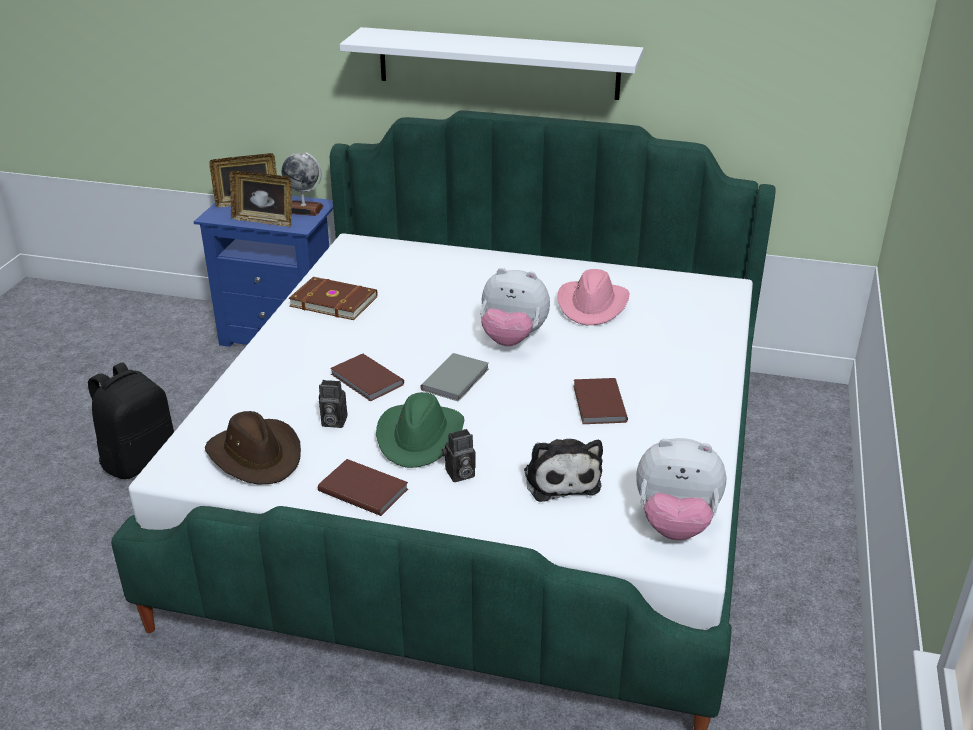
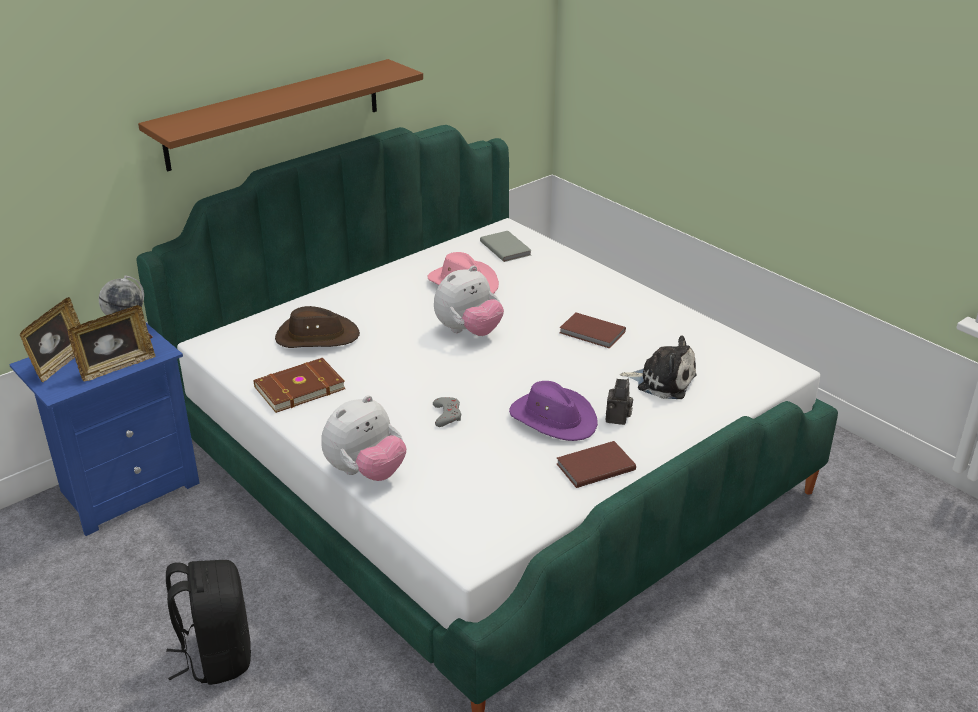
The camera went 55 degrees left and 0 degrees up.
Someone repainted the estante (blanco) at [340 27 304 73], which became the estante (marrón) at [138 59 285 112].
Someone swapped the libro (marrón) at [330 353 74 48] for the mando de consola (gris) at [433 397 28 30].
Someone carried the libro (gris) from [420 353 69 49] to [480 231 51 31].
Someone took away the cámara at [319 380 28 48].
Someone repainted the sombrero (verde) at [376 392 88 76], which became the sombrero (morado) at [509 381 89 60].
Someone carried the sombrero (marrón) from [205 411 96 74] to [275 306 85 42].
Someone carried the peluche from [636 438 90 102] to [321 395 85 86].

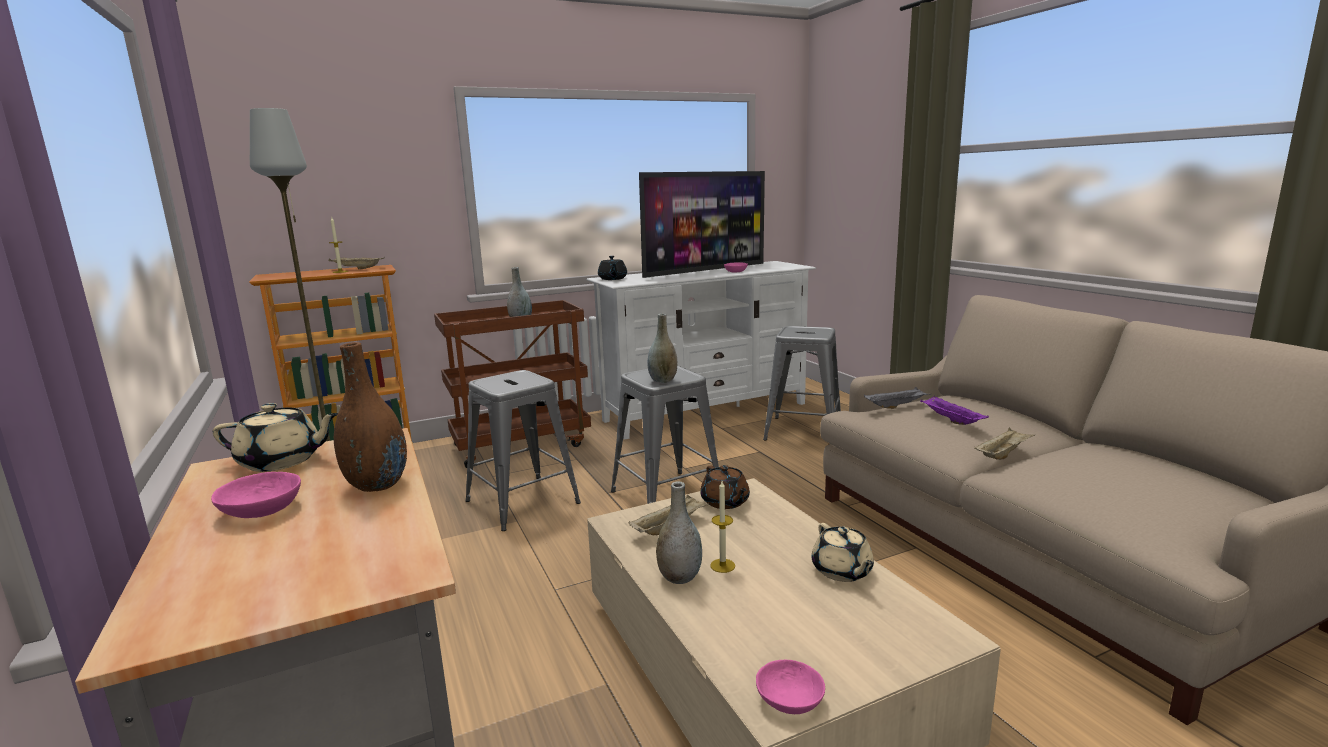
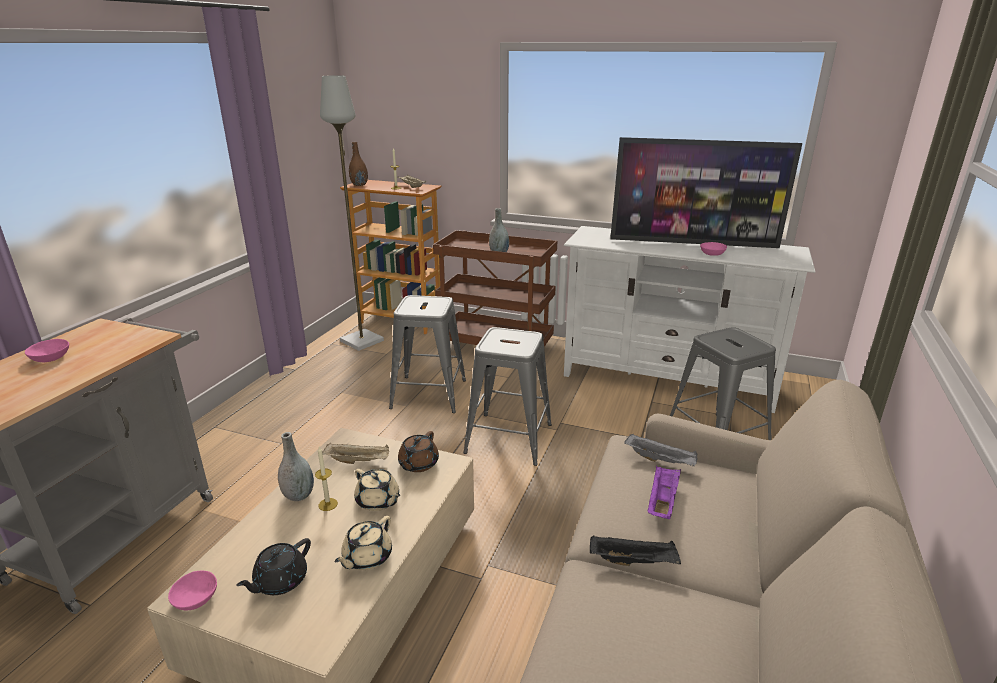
The camera went 45 degrees right and 10 degrees up.
Someone carried the tetera (negro) from [598 256 29 24] to [236 538 75 57].
Someone took away the florero (gris) at [647 314 30 69].
Someone carried the florero (marrón) from [334 342 73 150] to [349 142 19 44].
Someone carried the tetera (beis) from [213 403 125 69] to [354 469 46 42].
Someone repainted the bandeja (beis) at [974 427 61 33], which became the bandeja (negro) at [590 535 91 31].

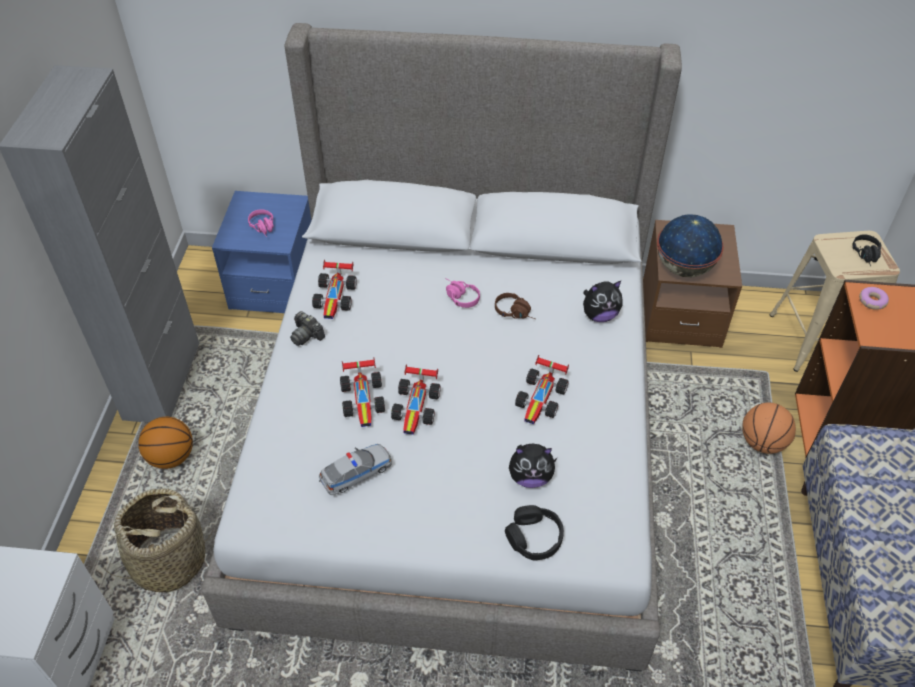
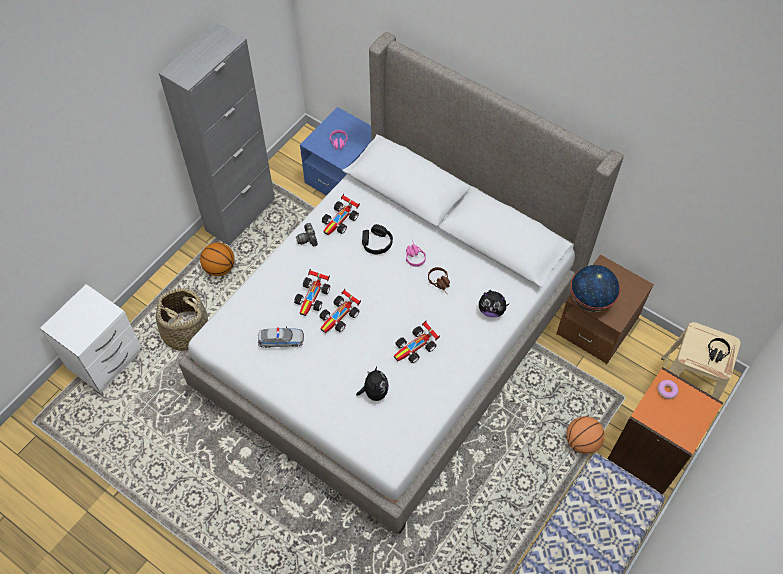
The camera went 30 degrees right and 10 degrees up.
Someone rotated the peluche at [509 444 48 44] by 120 degrees counterclockwise.
Someone carried the auriculares (negro) from [505 505 59 55] to [362 224 31 30].

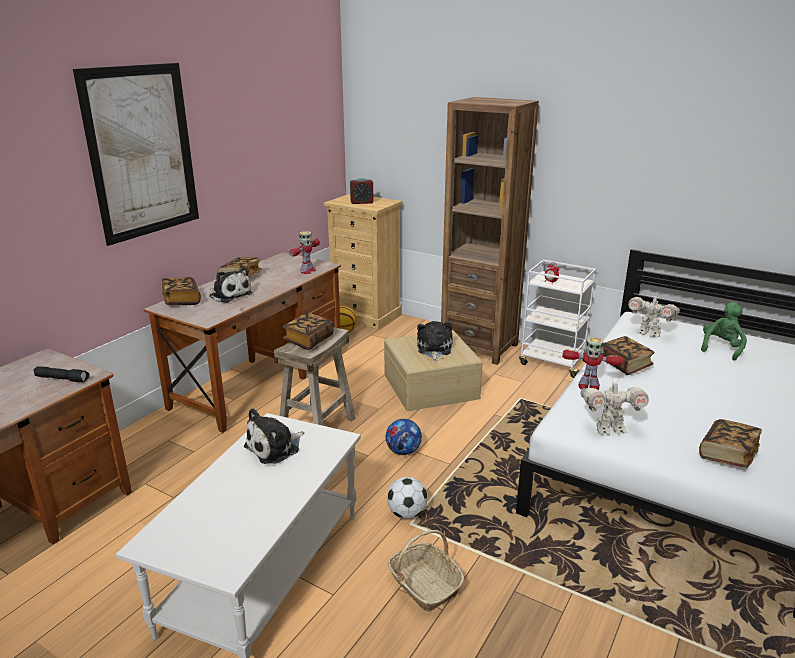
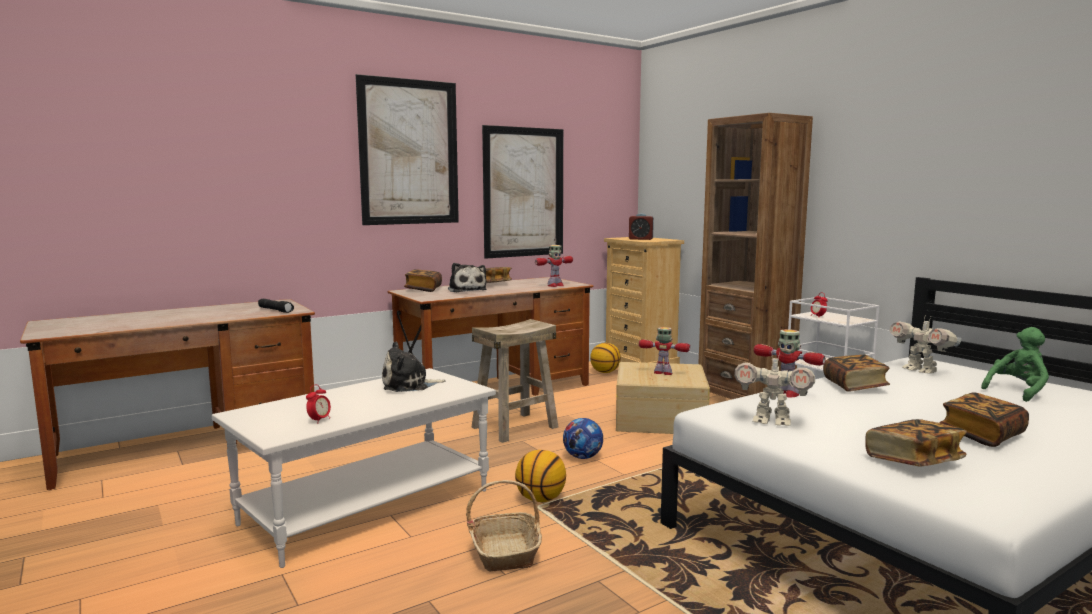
The camera went 25 degrees right and 15 degrees down.
Someone carried the libro from [283 313 51 37] to [939 392 90 55].
Someone swapped the peluche at [417 321 36 40] for the robot de juguete at [639 327 51 48].
Someone swapped the balón de fútbol at [386 477 42 42] for the balón de baloncesto at [515 450 51 52].
Someone put up the cuadro at [482 125 81 134].
Someone put down the despertador at [306 385 25 36].

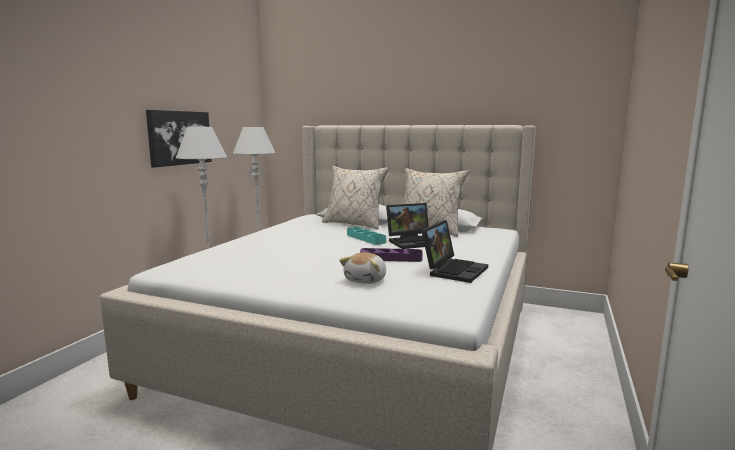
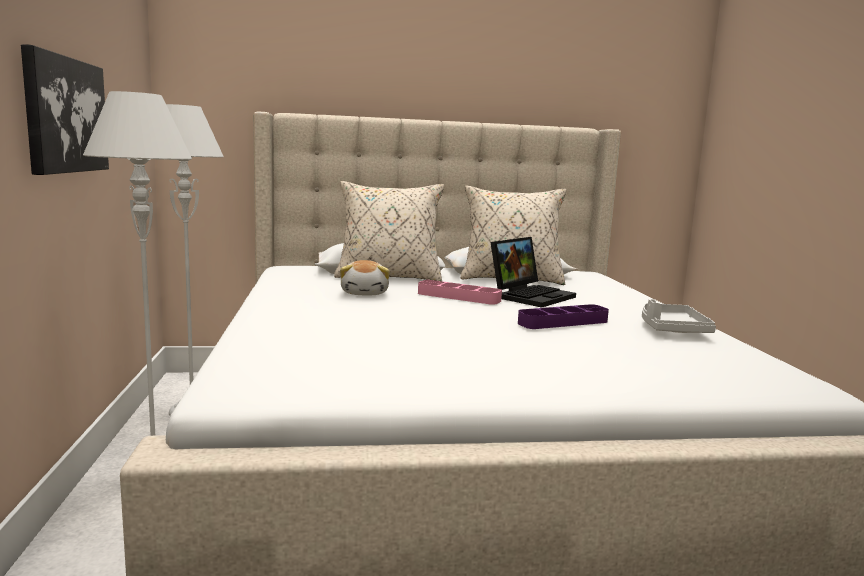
The camera went 30 degrees left and 0 degrees up.
Someone swapped the portátil at [421 220 67 63] for the bandeja (gris) at [642 299 74 34].
Someone repainted the bandeja (turquesa) at [347 227 39 18], which became the bandeja (rosa) at [418 280 84 25].
Someone carried the peluche from [339 252 47 32] to [340 260 50 35].

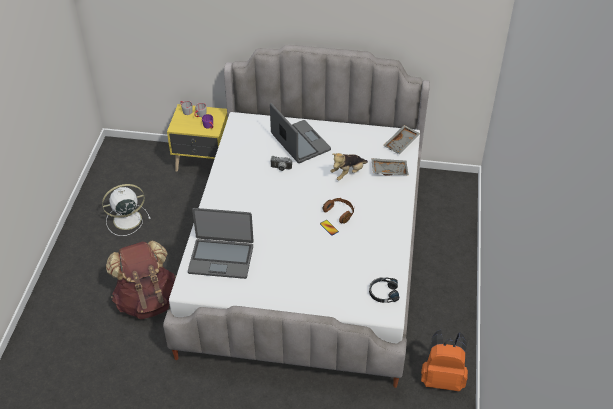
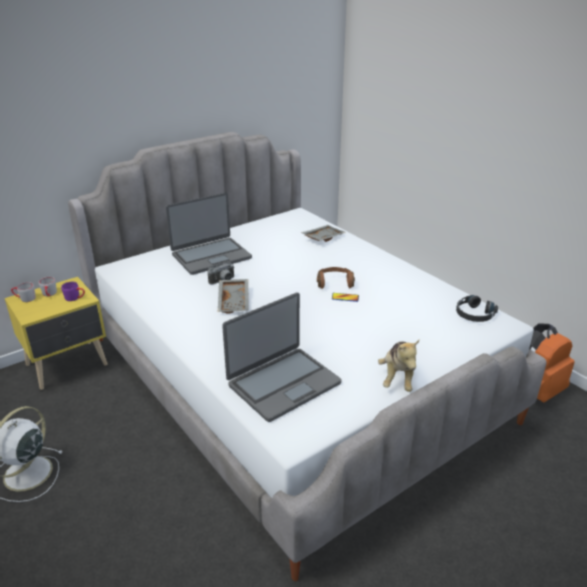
The camera went 45 degrees left and 15 degrees down.
Someone rotated the portátil at [270 103 61 60] by 135 degrees clockwise.
Someone carried the bandeja (gris) from [383 125 38 29] to [218 279 31 34].
Someone carried the peluche from [330 153 38 28] to [378 340 41 52].
Someone took away the mochila (marrón) at [106 241 70 78].

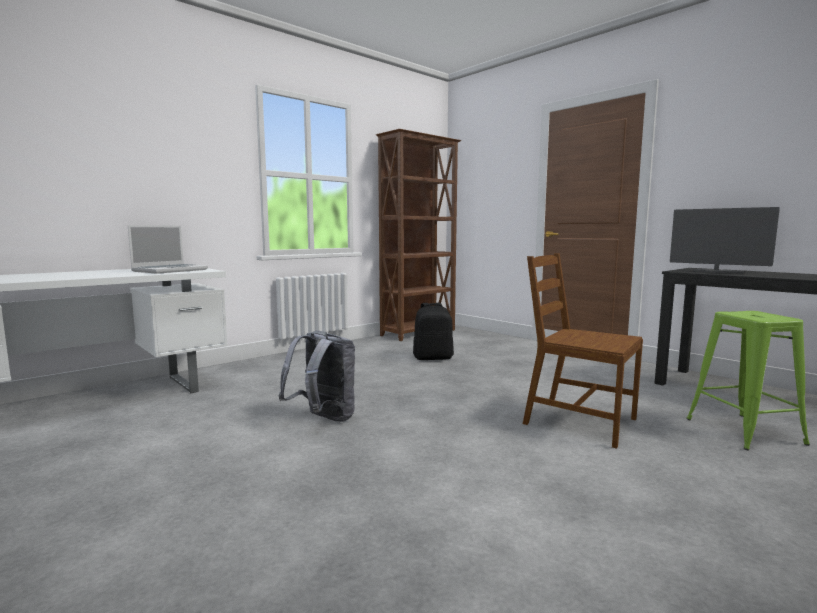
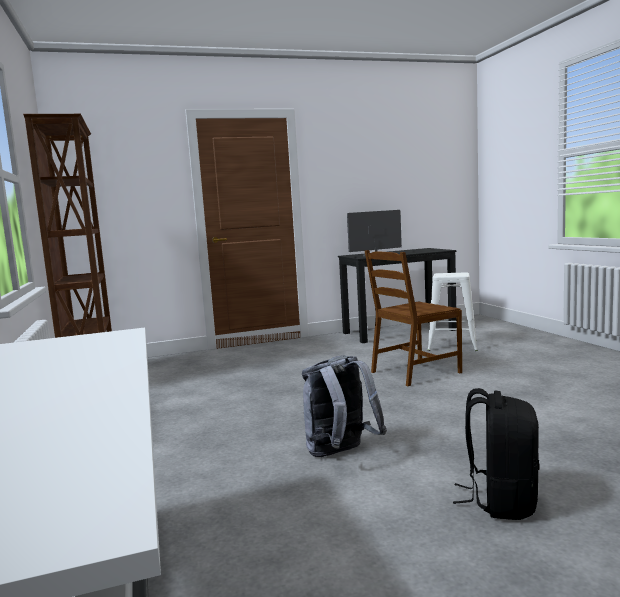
The camera went 65 degrees left and 0 degrees up.
Someone took away the portátil at [128 225 80 49].
Someone carried the mochila (negro) from [413 303 41 57] to [453 388 86 132].
Someone repainted the taburete (verde) at [686 311 124 140], which became the taburete (blanco) at [428 272 50 79].

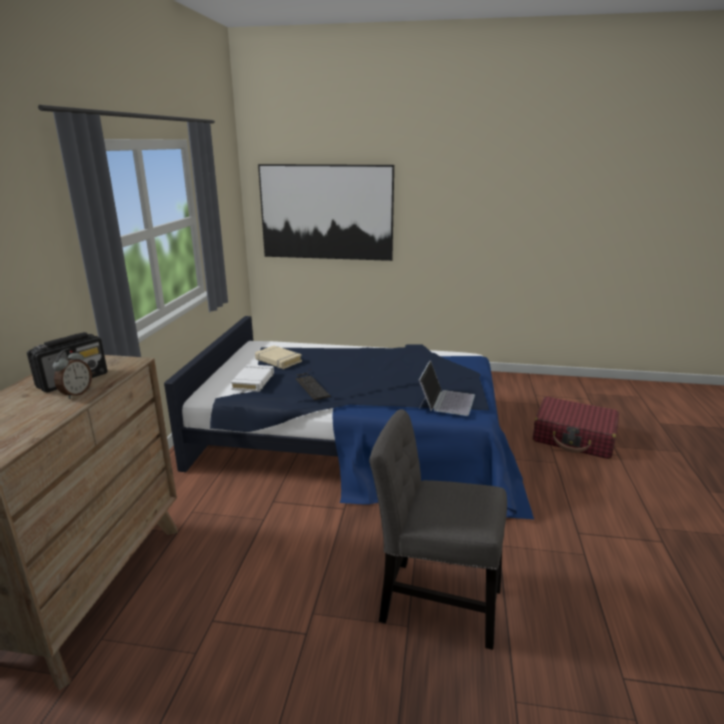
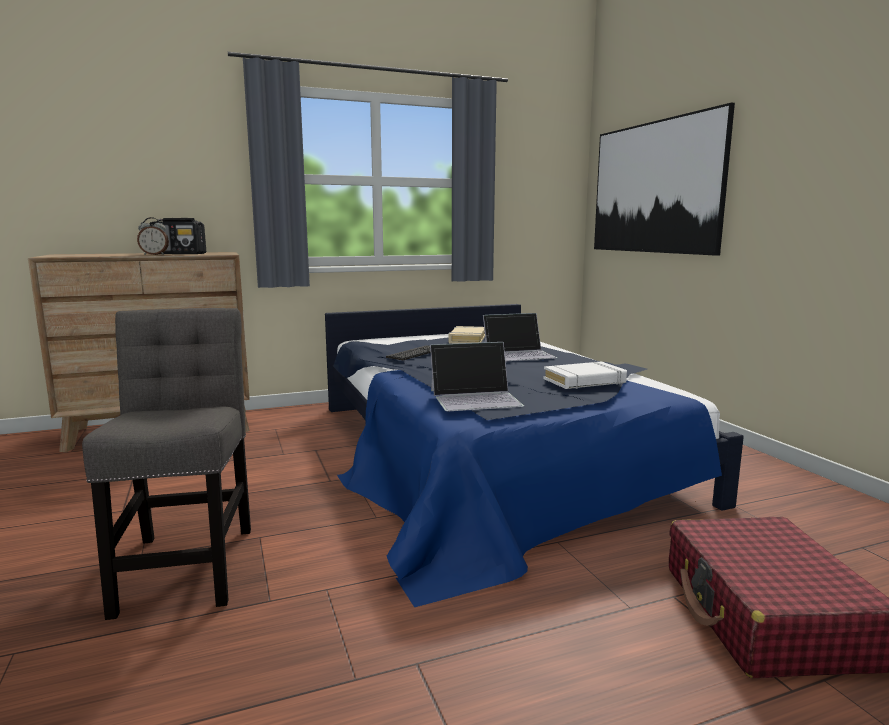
The camera went 60 degrees right and 10 degrees down.
Someone carried the libro (blanco) from [231 364 43 28] to [544 361 83 28].
Someone put down the portátil at [483 313 75 49].

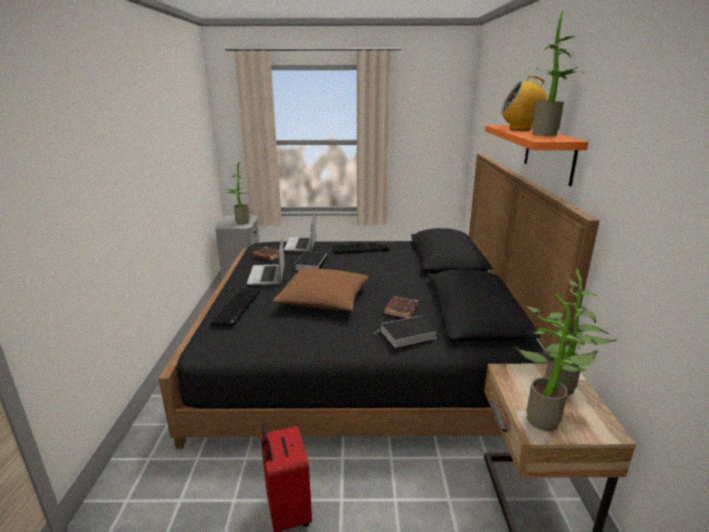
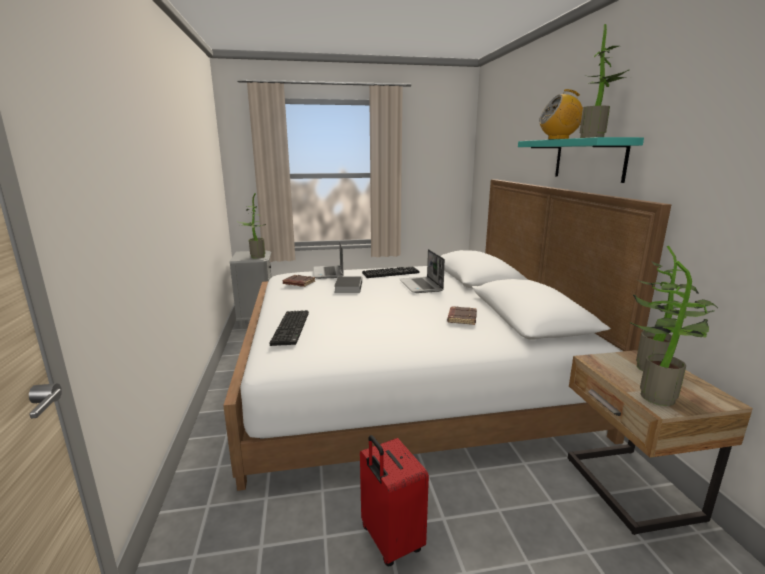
The camera went 10 degrees left and 5 degrees down.
Someone repainted the estante (naranja) at [485 125 104 61], which became the estante (turquesa) at [518 137 126 46].
Someone repainted the cama (negro) at [158 154 442 295], which became the cama (blanco) at [223 179 448 312].
Someone carried the portátil from [247 237 38 48] to [400 249 45 44].
Someone took away the cojín (marrón) at [273 269 96 42].
Someone took away the libro at [373 316 64 32].

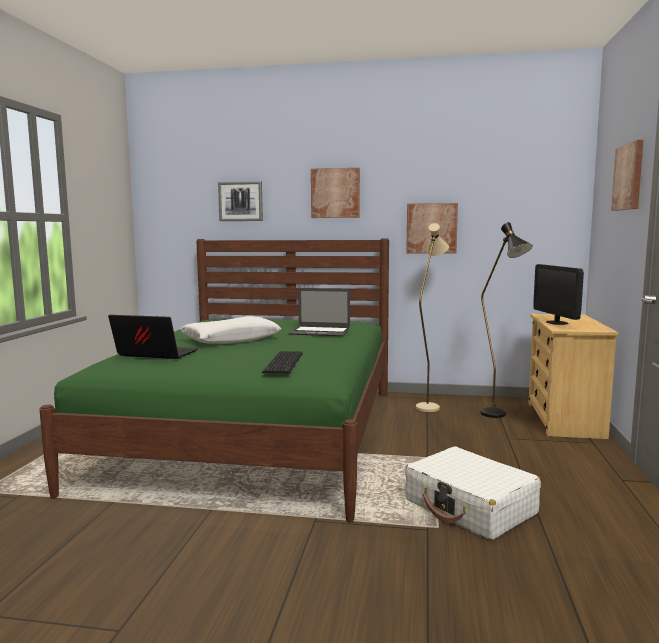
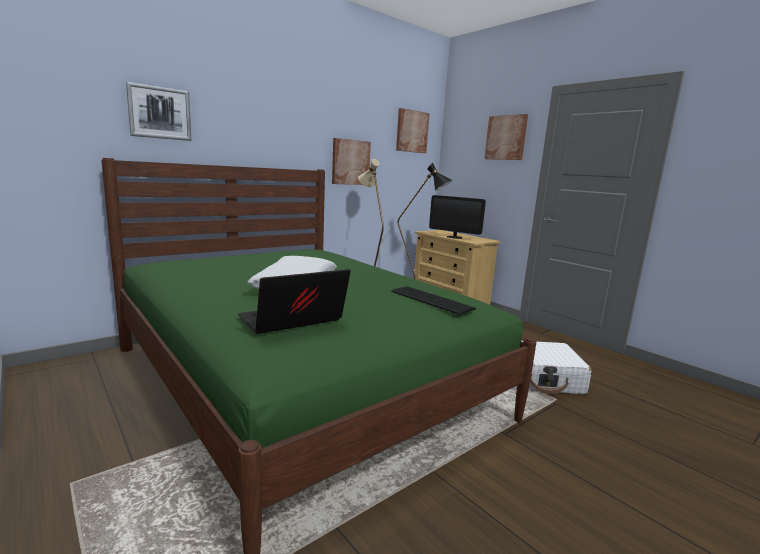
The camera went 50 degrees left and 5 degrees up.
Someone carried the cuadro from [311 168 49 50] to [396 108 34 45].
Someone took away the portátil at [289 288 61 48].

